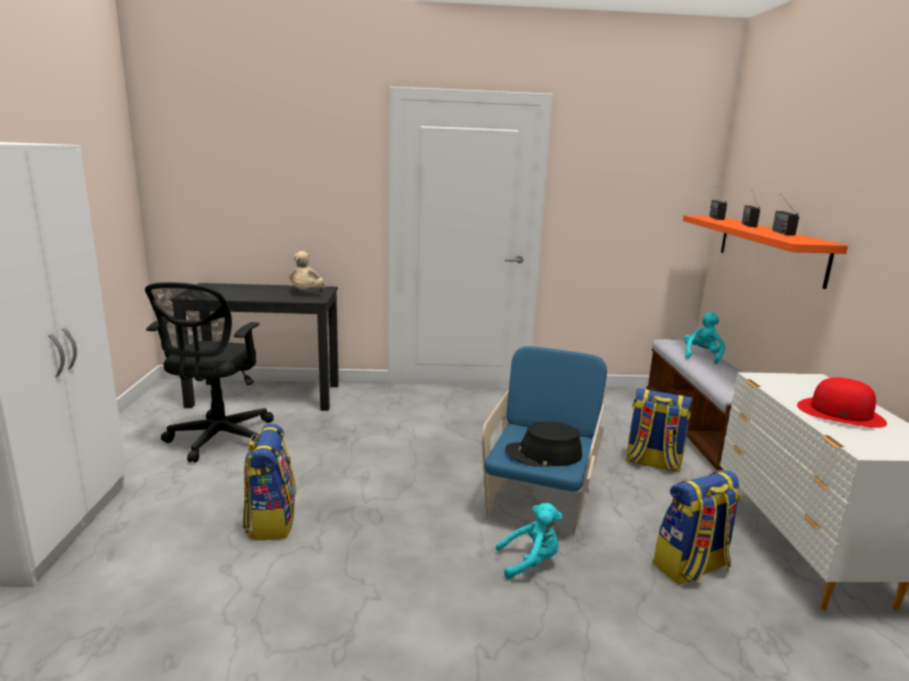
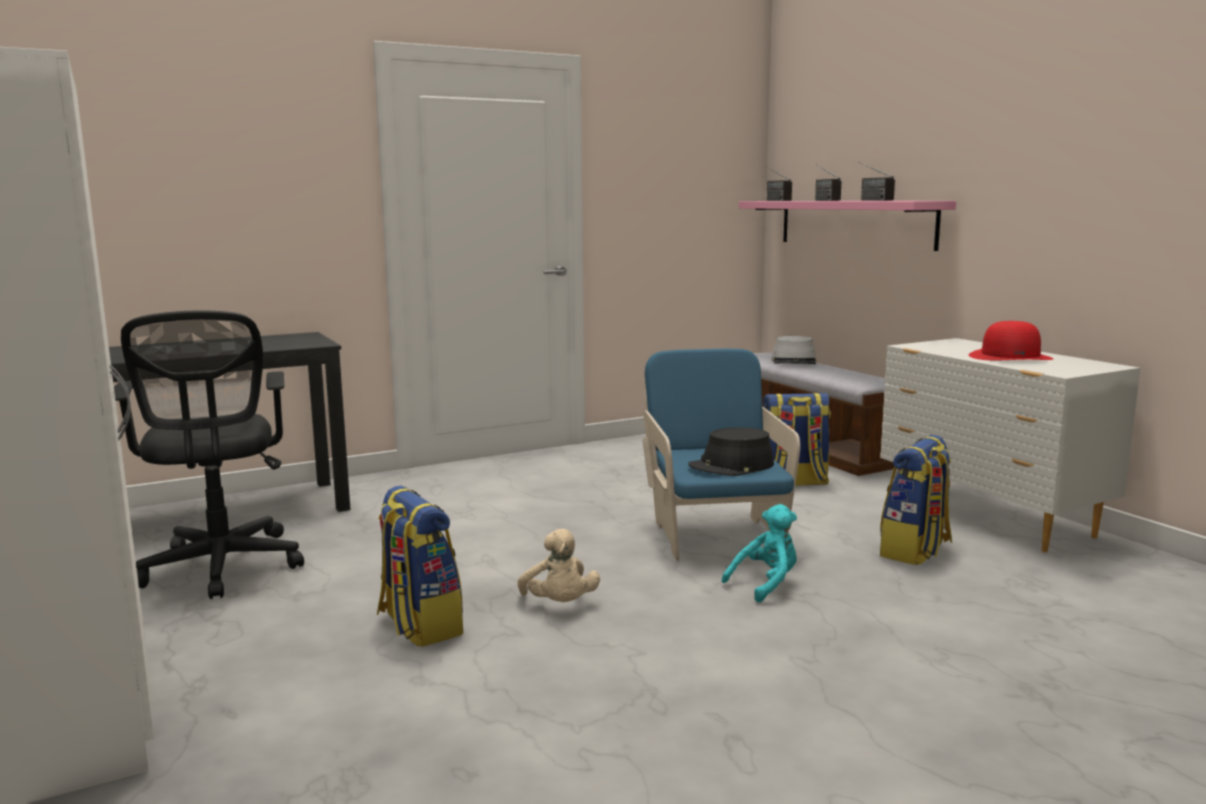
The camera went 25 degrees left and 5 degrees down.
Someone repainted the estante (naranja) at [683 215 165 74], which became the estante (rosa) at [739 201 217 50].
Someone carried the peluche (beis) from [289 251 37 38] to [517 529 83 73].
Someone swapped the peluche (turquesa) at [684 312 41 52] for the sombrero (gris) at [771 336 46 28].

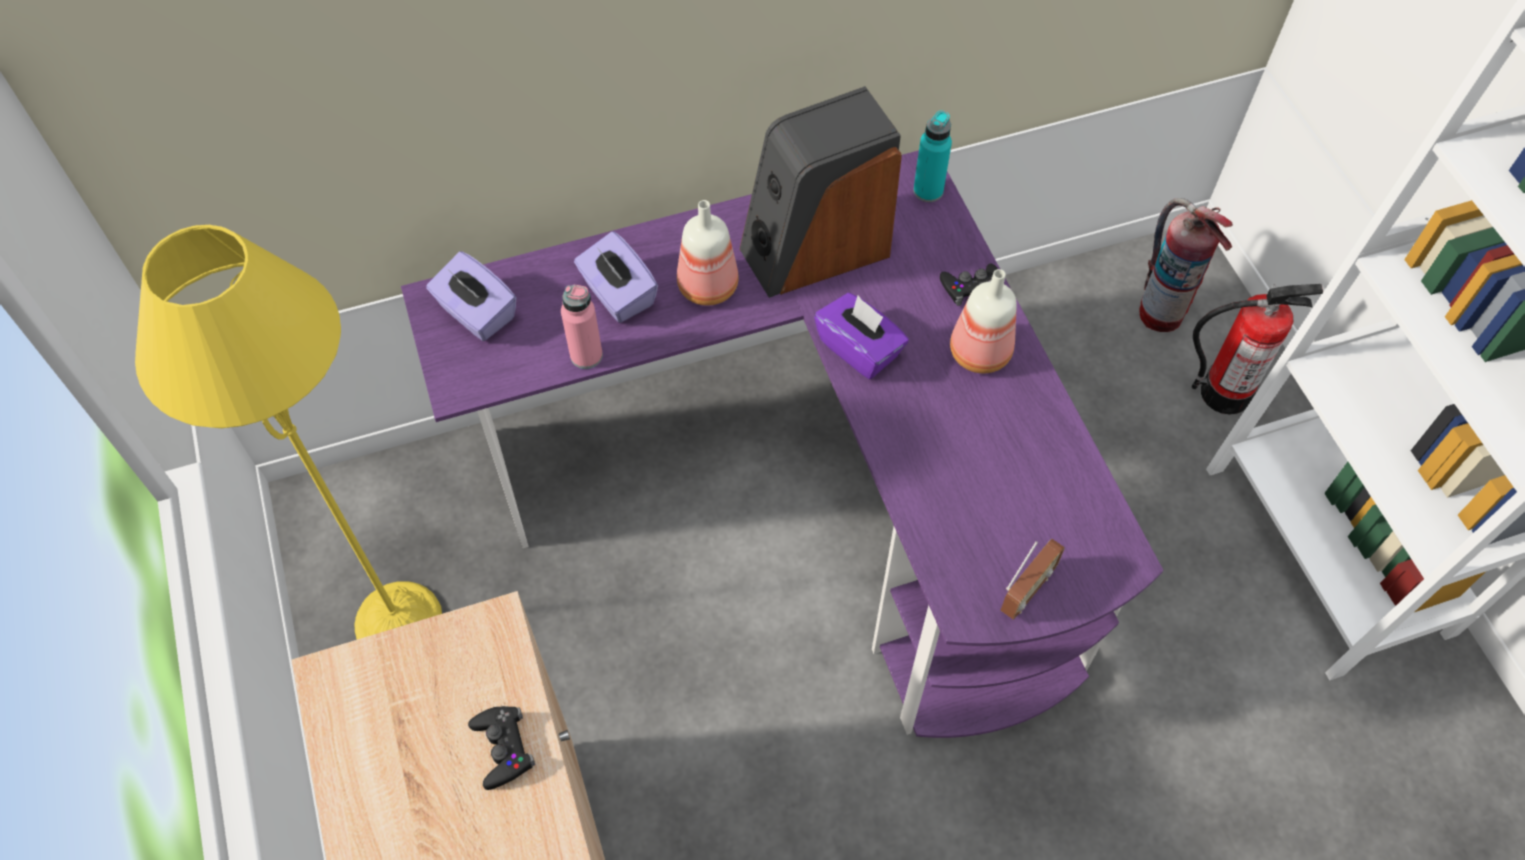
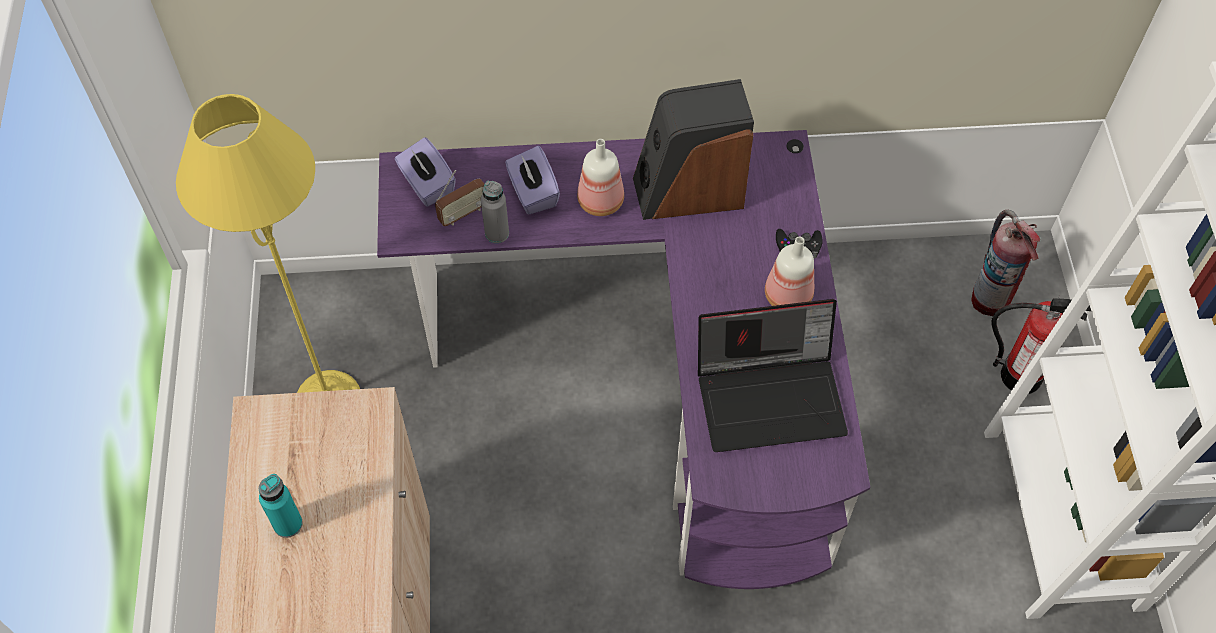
The camera went 15 degrees right and 0 degrees up.
Someone carried the botella (turquesa) from [913 110 39 92] to [259 474 44 64].
Someone repainted the botella (rosa) at [561 285 42 84], which became the botella (gris) at [481 181 28 62].
Someone took away the caja de pañuelos (morado) at [814 293 95 86].
Someone carried the radio from [1001 539 64 81] to [435 170 50 56].
Someone took away the mando de consola (negro) at [468 706 67 84].
Someone put down the portátil at [698 299 150 153].

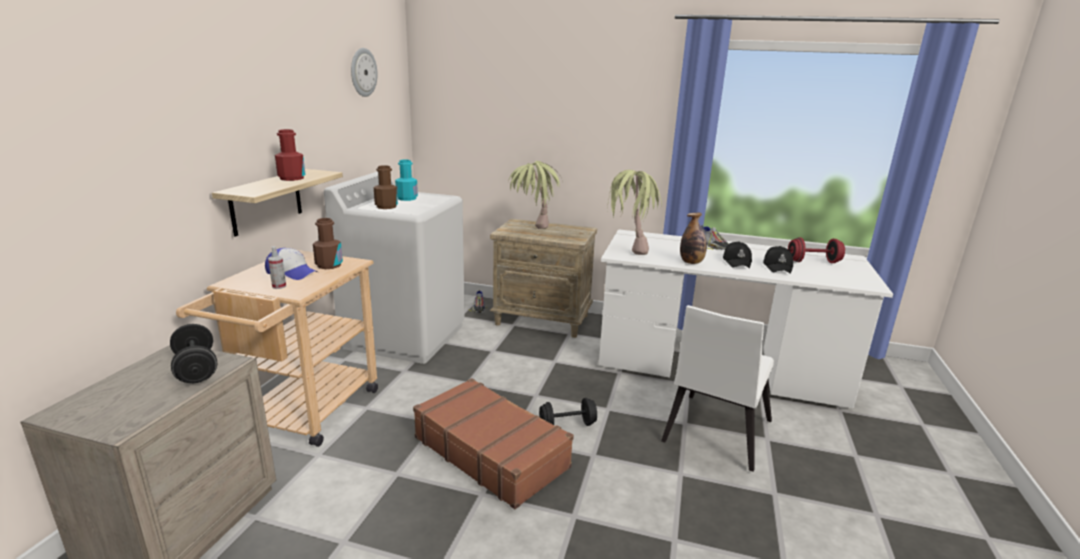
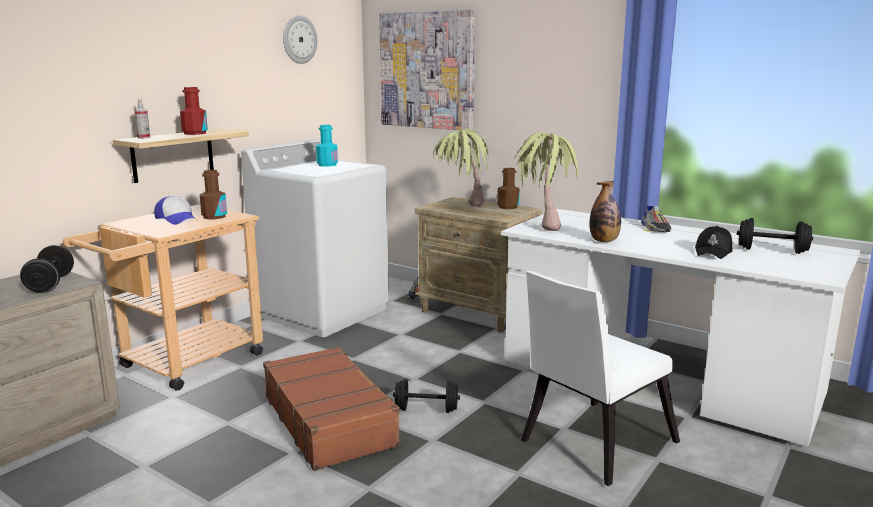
The camera went 20 degrees right and 5 degrees down.
Someone carried the botella (marrón) from [374 165 24 44] to [497 168 23 41].
Someone repainted the mancuerna (rojo) at [788 238 57 25], which became the mancuerna (negro) at [737 218 76 36].
Someone took away the gorra (negro) at [723 241 29 27].
Someone carried the pulverizador from [268 246 18 43] to [134 99 16 40].
Someone put up the cuadro at [379 9 96 121].

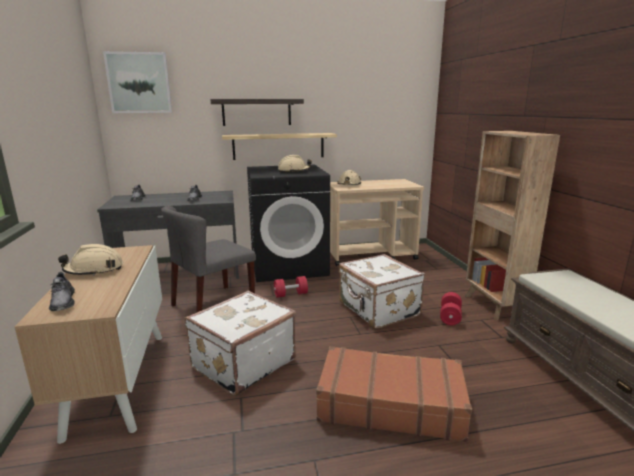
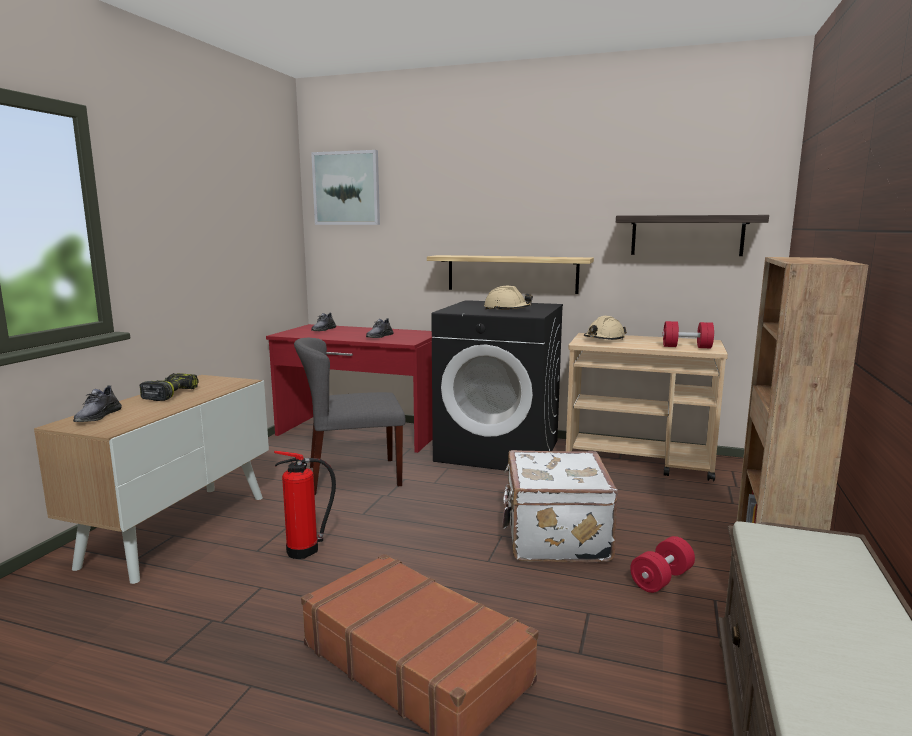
The camera went 30 degrees right and 5 degrees down.
Someone carried the estante from [211 99 93 27] to [616 215 153 41].
Someone repainted the escritorio (gris) at [97 191 142 88], which became the escritorio (rojo) at [266 324 167 129].
Someone swapped the casco (beis) at [58 244 65 32] for the taladro at [140 373 59 28].
Someone carried the mancuerna (rojo) from [274 276 34 22] to [662 321 52 27].
Someone swapped the maleta (blanco) at [185 290 111 106] for the extintor at [274 451 62 108].

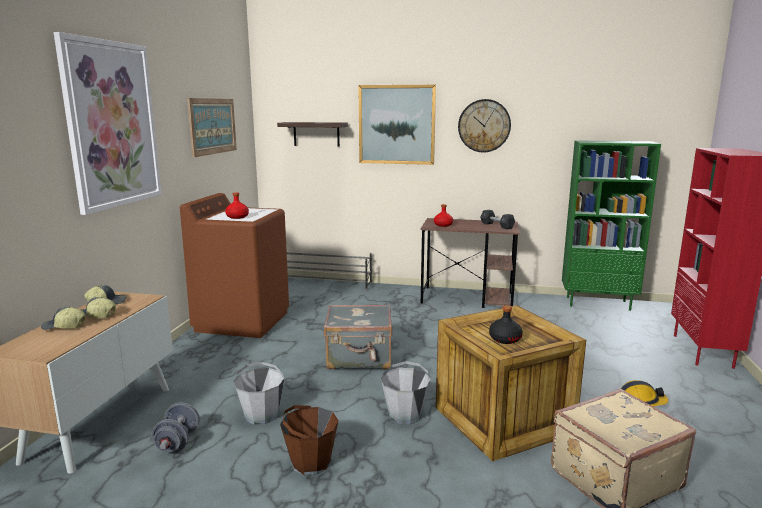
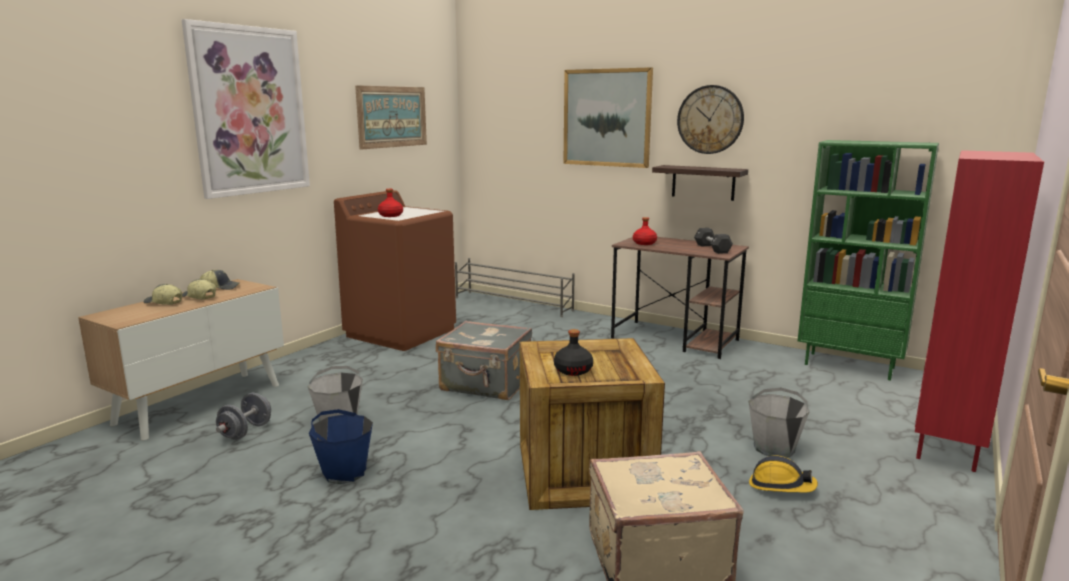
The camera went 20 degrees right and 0 degrees up.
Someone carried the estante from [277 122 71 25] to [652 165 96 36].
Someone carried the cubo (gris) from [381 361 50 63] to [748 387 62 71].
Someone repainted the cubo (marrón) at [280 405 59 70], which became the cubo (azul) at [309 409 64 75].

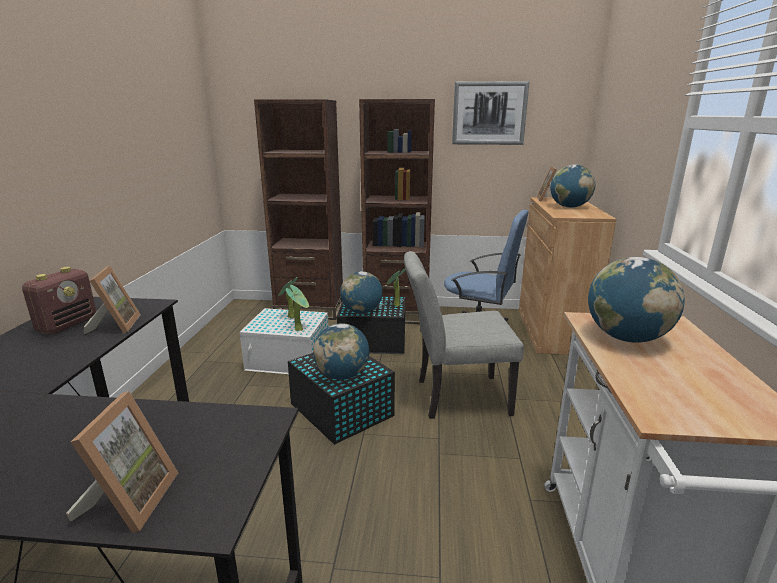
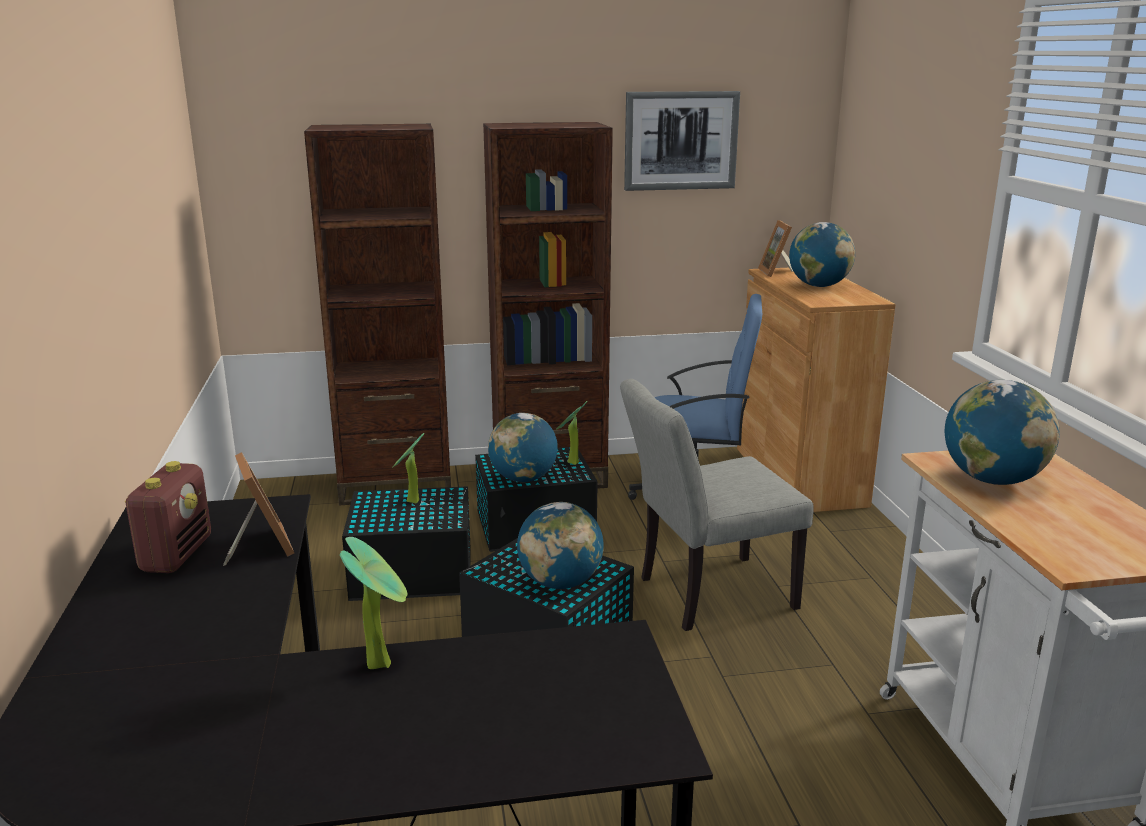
The camera went 15 degrees left and 0 degrees up.
Someone carried the planta en maceta from [286 285 23 46] to [340 537 67 132].
Someone repainted the caja de almacenaje (blanco) at [240 308 89 66], which became the caja de almacenaje (negro) at [342 486 128 115].
Someone took away the portarretratos at [66 391 112 142].

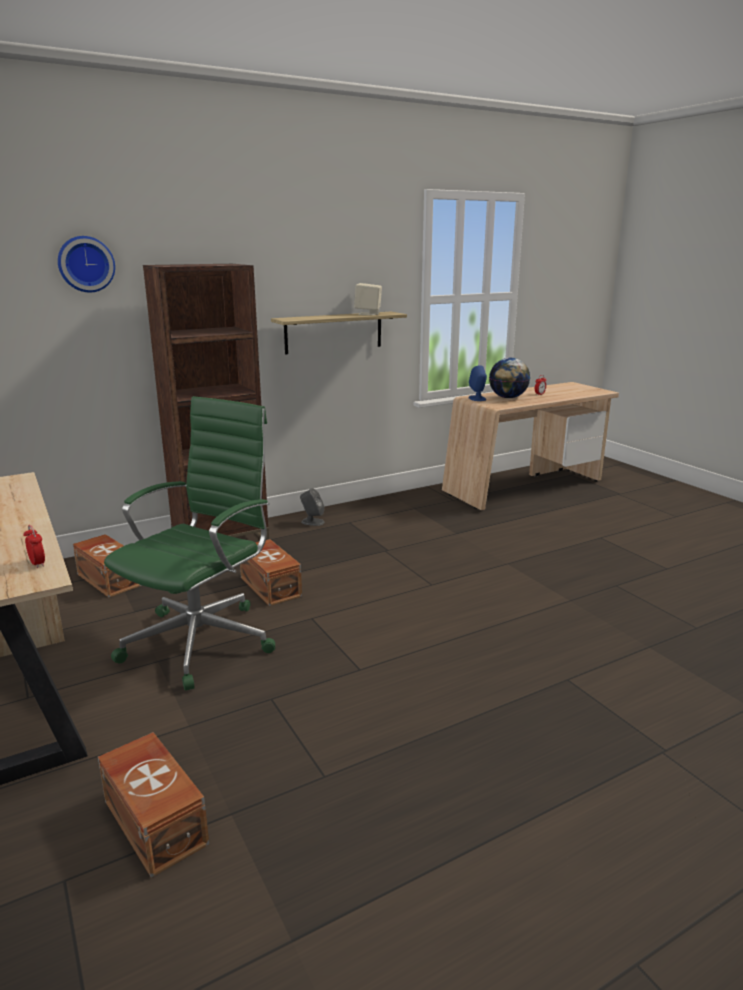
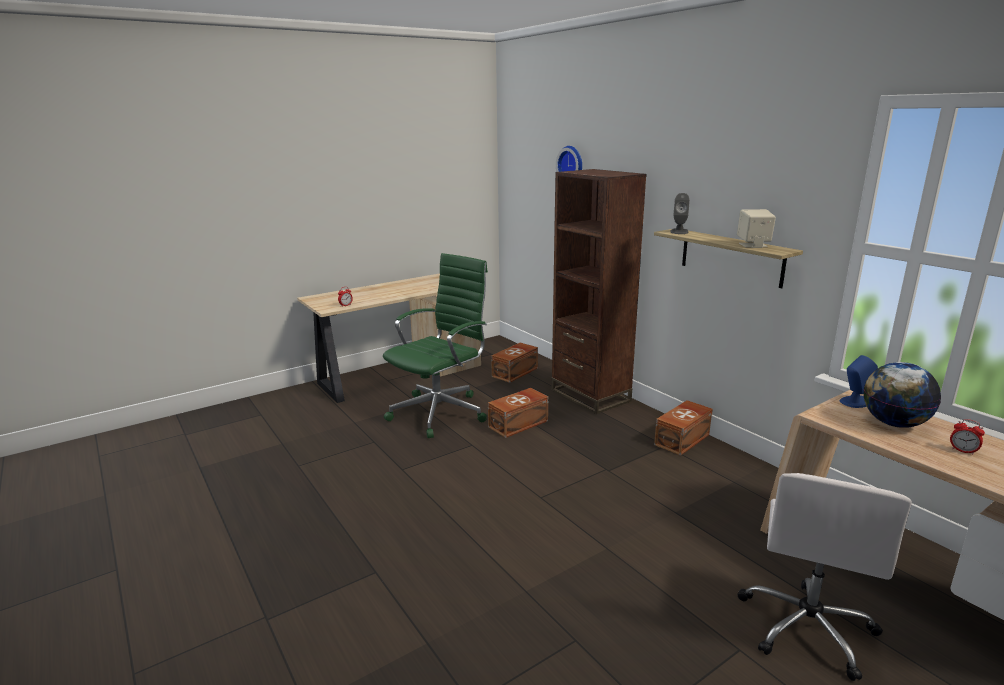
The camera went 85 degrees right and 0 degrees up.
Someone rotated the silla de oficina (verde) at [104 396 171 294] by 75 degrees counterclockwise.
Someone carried the altavoz (gris) from [300 488 25 38] to [670 193 20 41].
Someone carried the caja de almacenaje (marrón) from [98 732 111 146] to [654 400 59 56].
Someone put down the silla de oficina (blanco) at [738 473 174 208].

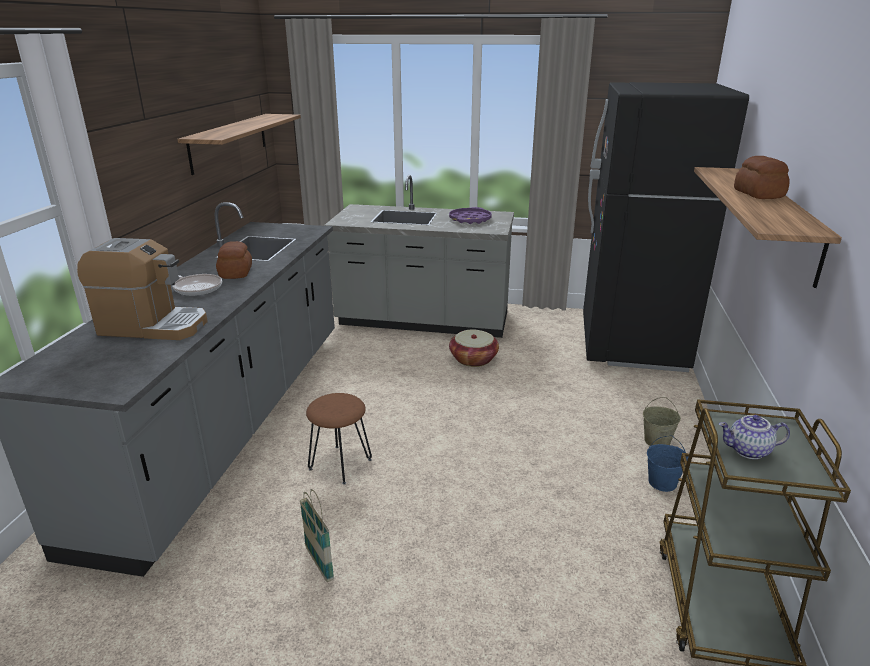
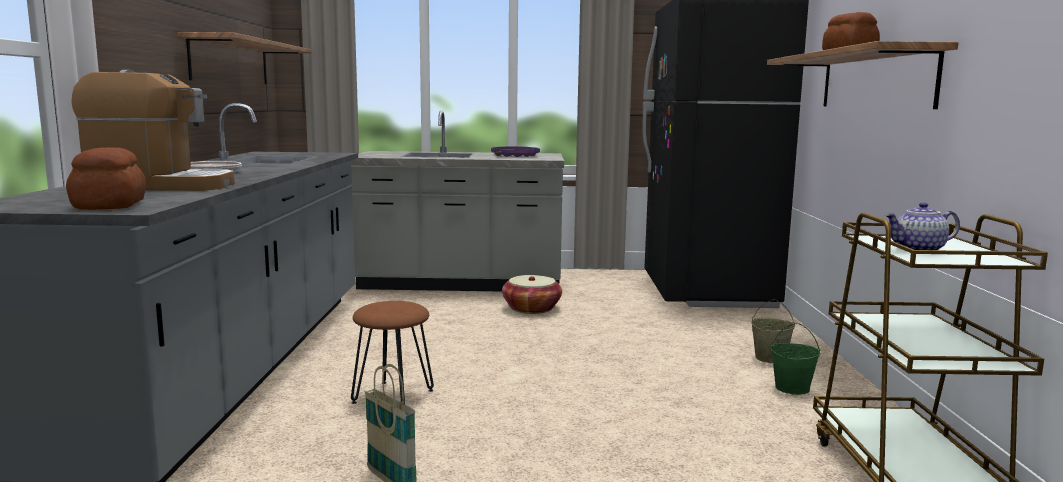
The camera went 10 degrees left and 15 degrees down.
Someone carried the pan from [216 241 36 38] to [66 147 80 63].
Someone repainted the cubo (azul) at [647 435 41 57], which became the cubo (verde) at [771 323 49 72].

